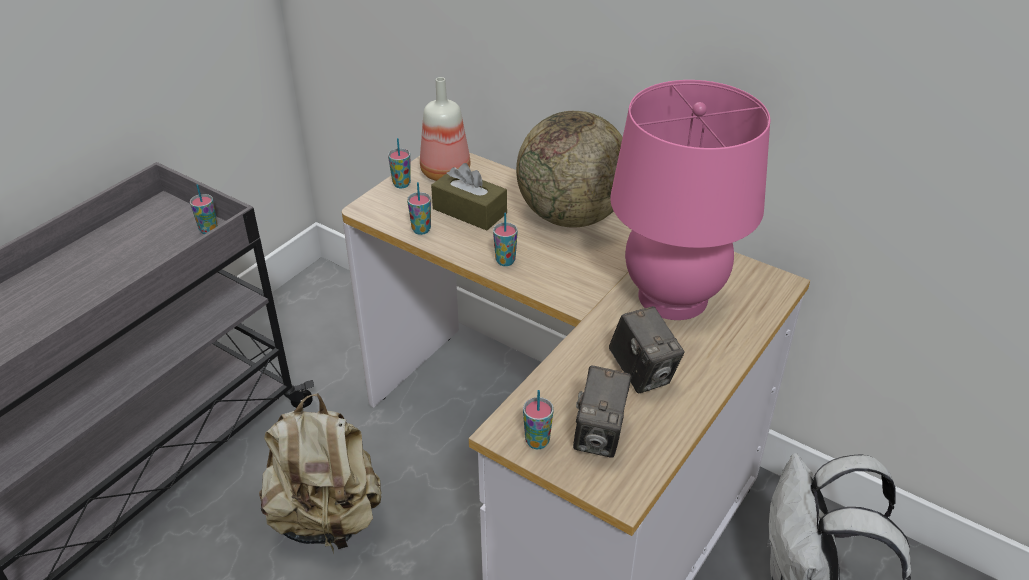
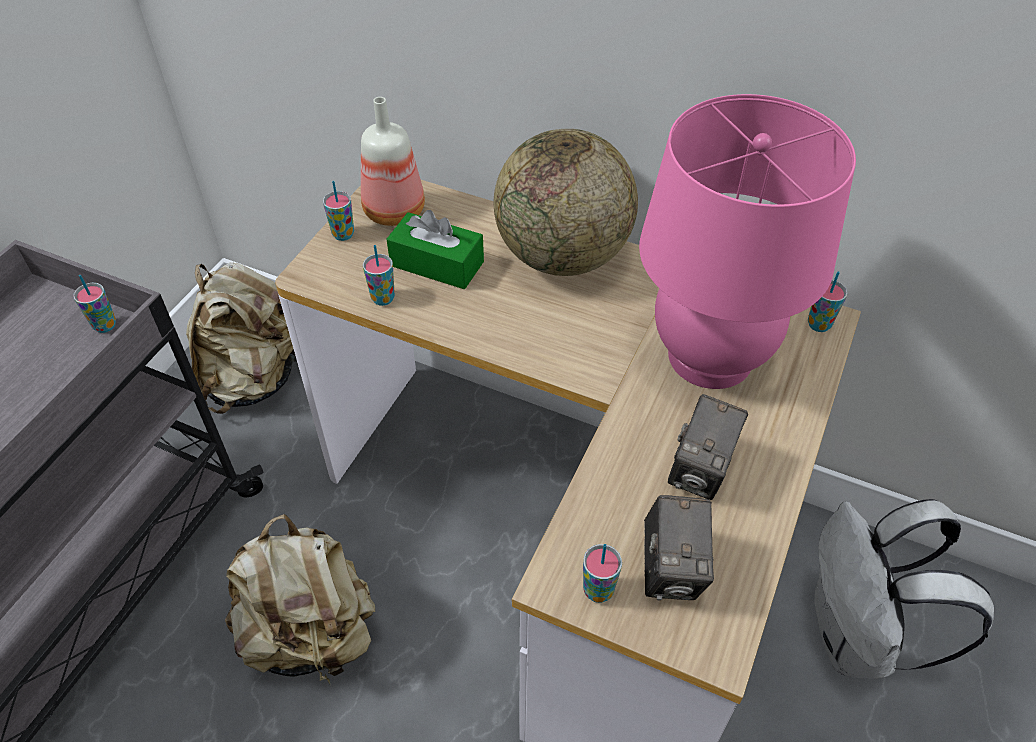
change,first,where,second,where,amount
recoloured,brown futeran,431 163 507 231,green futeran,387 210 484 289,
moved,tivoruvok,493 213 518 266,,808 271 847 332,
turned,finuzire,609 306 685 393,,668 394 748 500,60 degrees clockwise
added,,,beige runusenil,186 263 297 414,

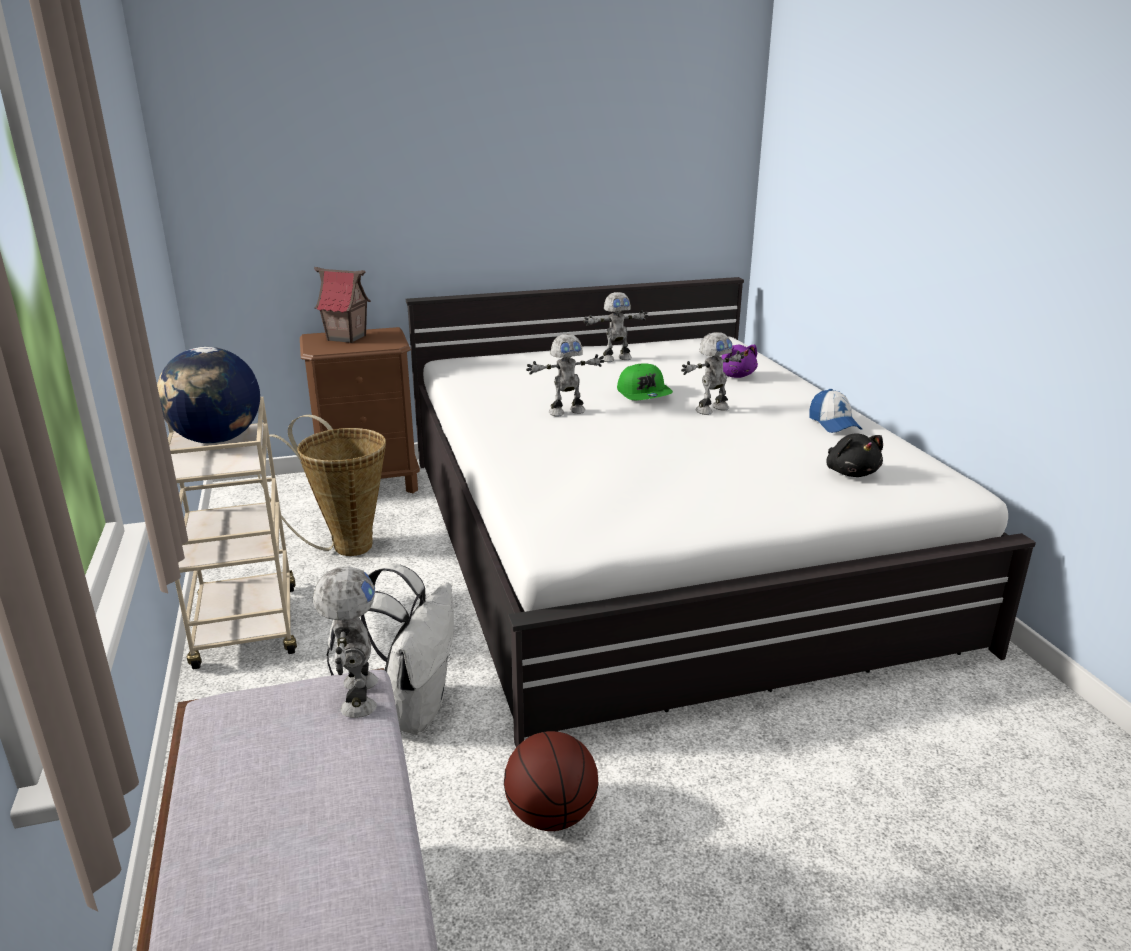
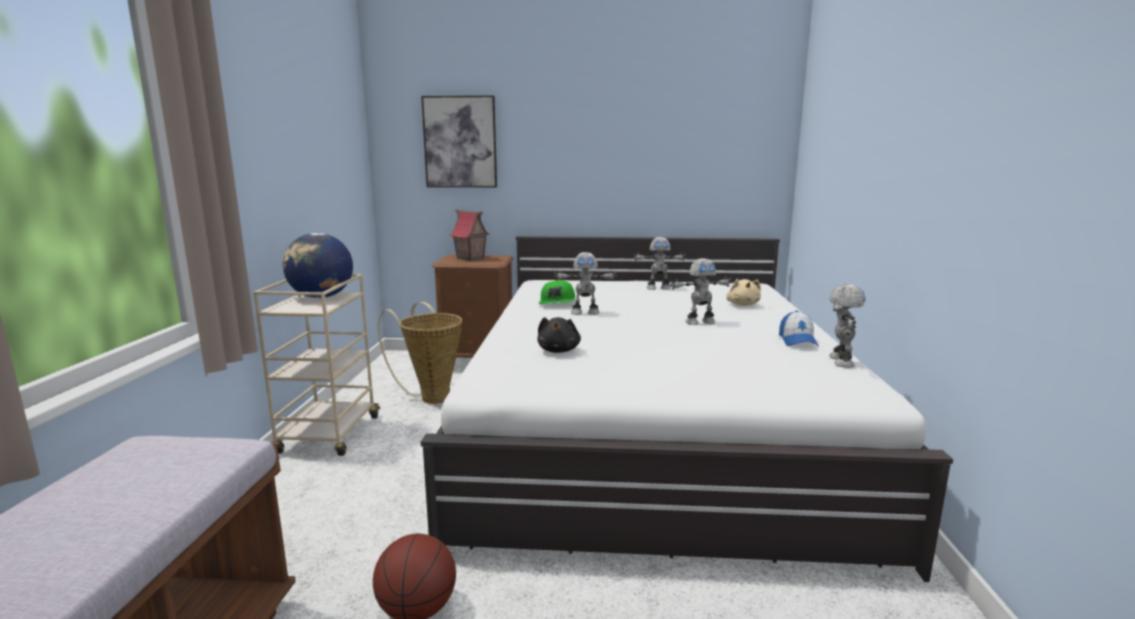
change,first,where,second,where,amount
moved,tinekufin,313 566 378 718,,829 284 866 368,
removed,white runusenil,327 563 454 735,,,
moved,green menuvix,617 363 673 400,,539 280 575 304,
recoloured,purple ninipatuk,721 345 758 378,beige ninipatuk,726 279 761 306,
moved,black ninipatuk,826 433 883 477,,537 317 581 353,
added,,,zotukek,421 95 497 187,

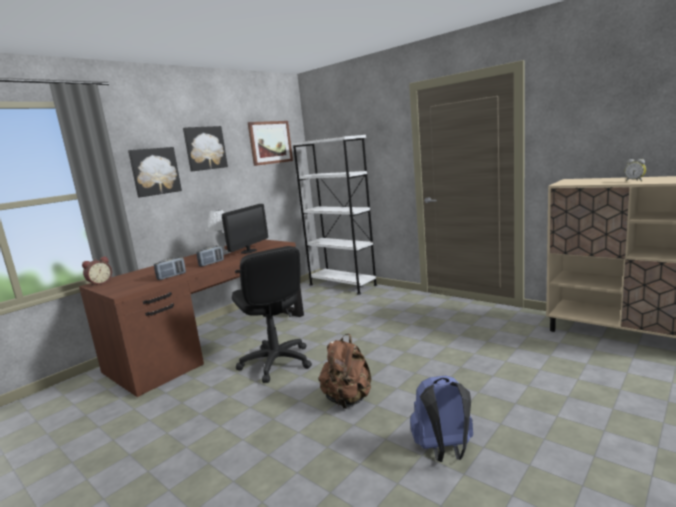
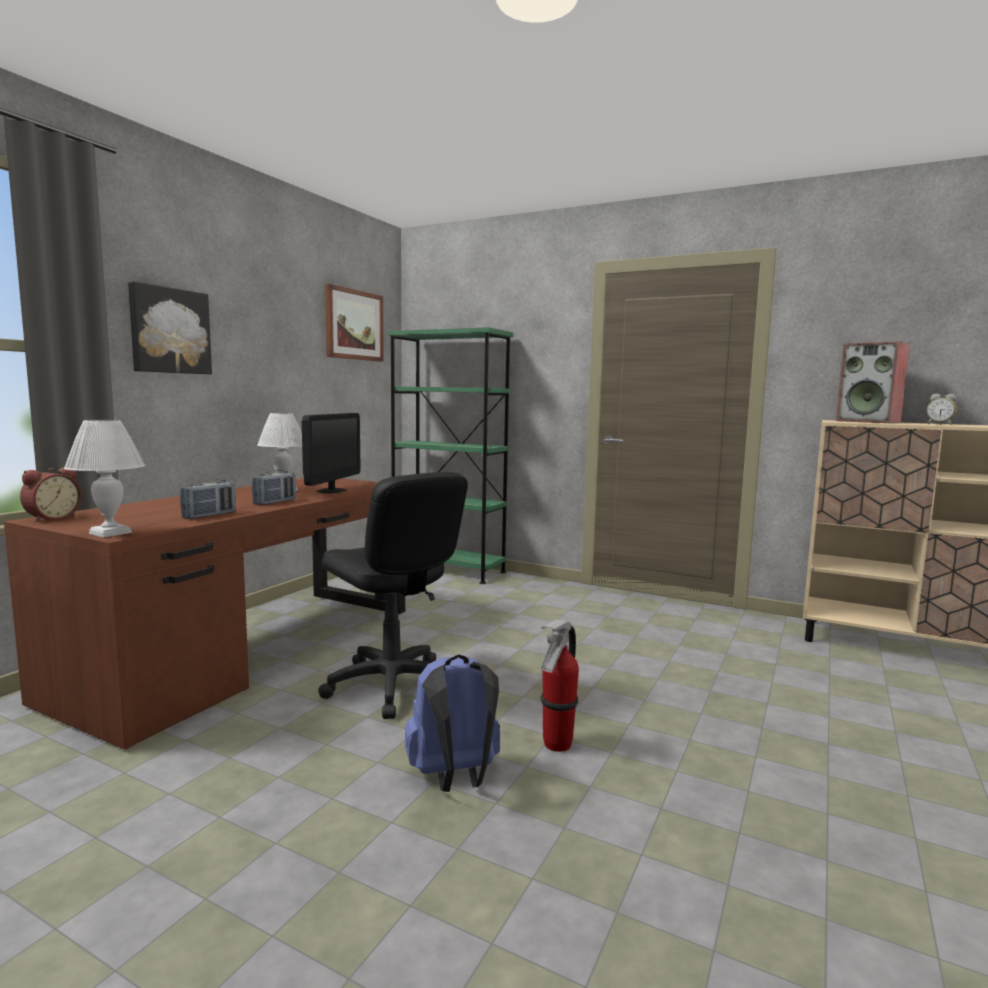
change,first,where,second,where,amount
removed,zotukek,183 126 228 171,,,
recoloured,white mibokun,291 135 377 295,green mibokun,387 327 513 584,
replaced,brown runusenil,319 334 371 408,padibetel,541 620 579 752,
moved,blue runusenil,410 376 473 462,,405 655 500 792,
added,,,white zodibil,64 420 145 538,
added,,,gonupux,836 341 910 423,

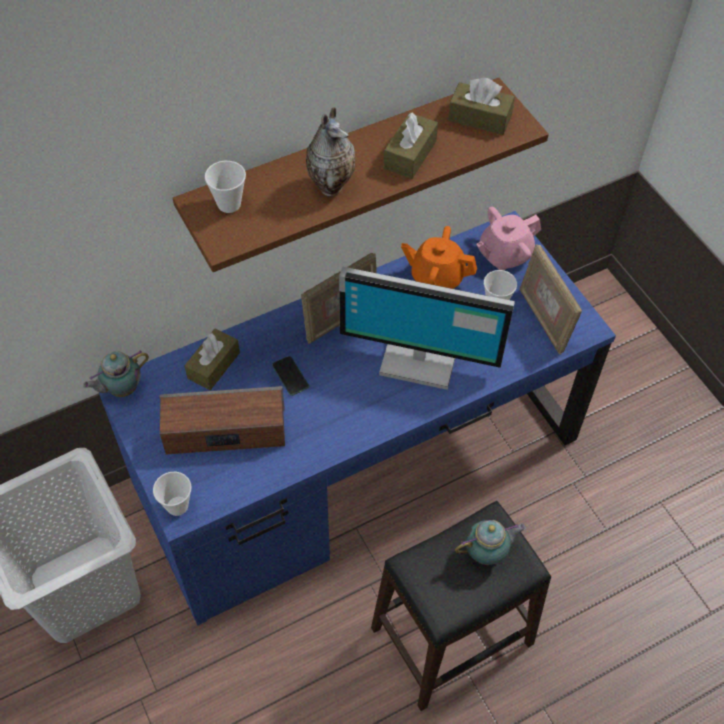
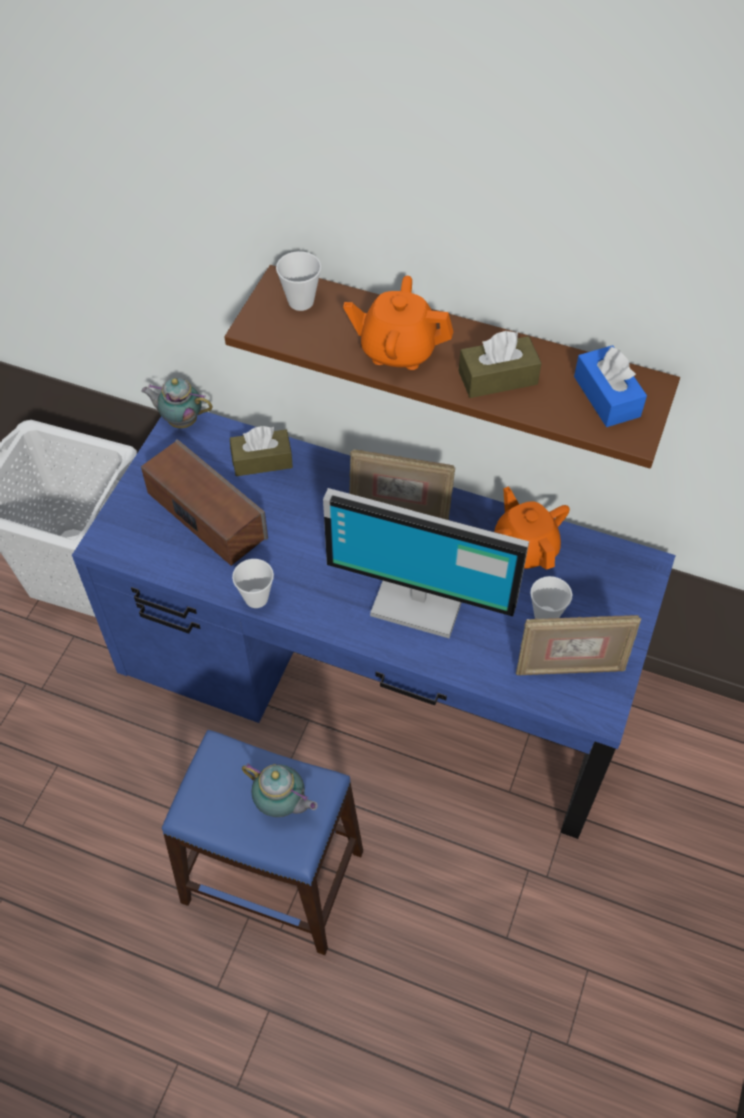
change,first,where,second,where,amount
moved,tivoruvok,153 472 192 516,,232 559 274 608,
removed,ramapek,272 356 309 396,,,
replaced,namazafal,306 107 355 196,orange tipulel,343 276 453 370,
turned,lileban,339 266 515 390,,323 488 529 638,45 degrees counterclockwise
recoloured,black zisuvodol,371 501 551 711,blue zisuvodol,162 730 363 955,
recoloured,brown futeran,448 78 515 135,blue futeran,574 345 647 427,
removed,pink tipulel,476 207 541 270,,,
turned,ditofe,520 244 582 355,,516 615 641 675,120 degrees counterclockwise

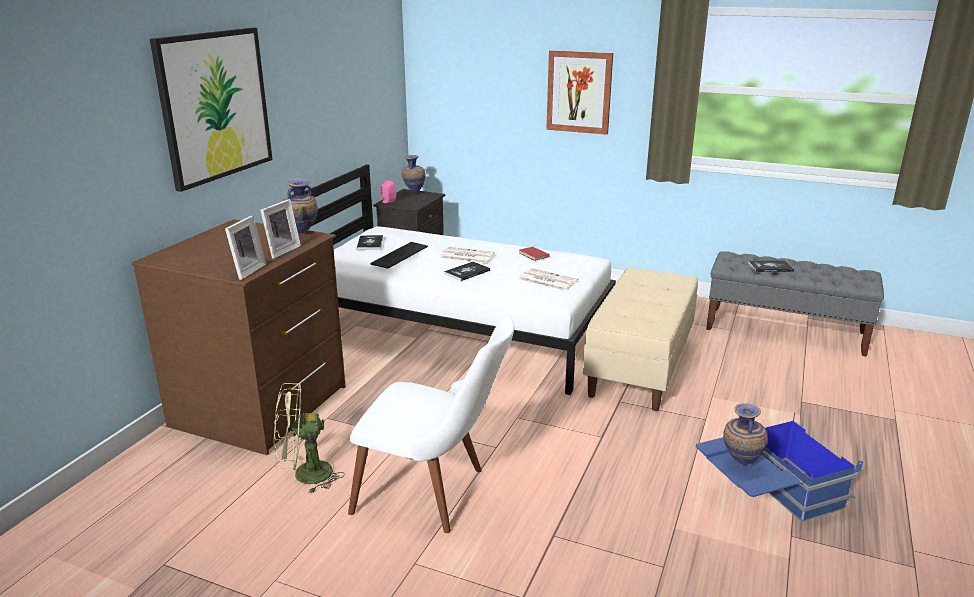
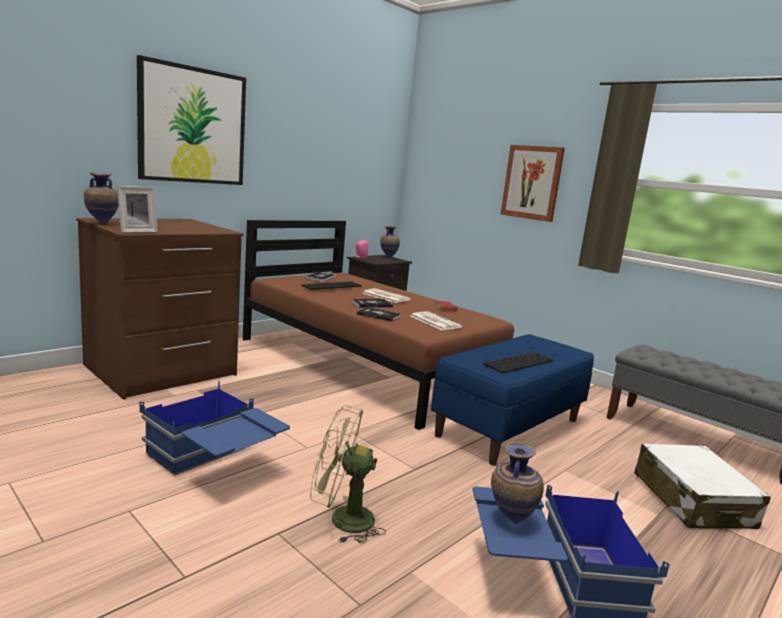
change,first,where,second,where,amount
removed,ditofe,260 199 301 259,,,
moved,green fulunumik,273 383 345 494,,310 405 386 543,
recoloured,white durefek,284 164 616 395,brown durefek,243 220 514 430,
moved,namazafal,284 178 318 234,,84 172 119 224,
replaced,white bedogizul,348 316 514 533,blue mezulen,140 381 290 475,
recoloured,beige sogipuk,583 267 698 411,blue sogipuk,431 334 594 465,
moved,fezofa,748 260 794 272,,356 307 401 322,
added,,,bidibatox,483 352 554 373,
added,,,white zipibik,634 444 771 529,

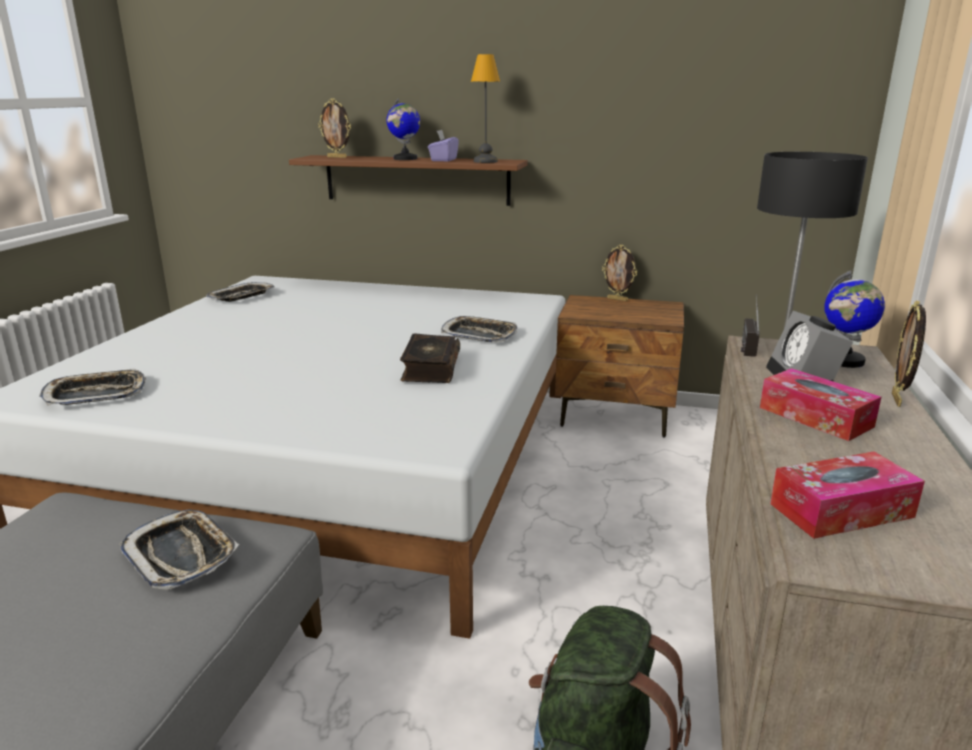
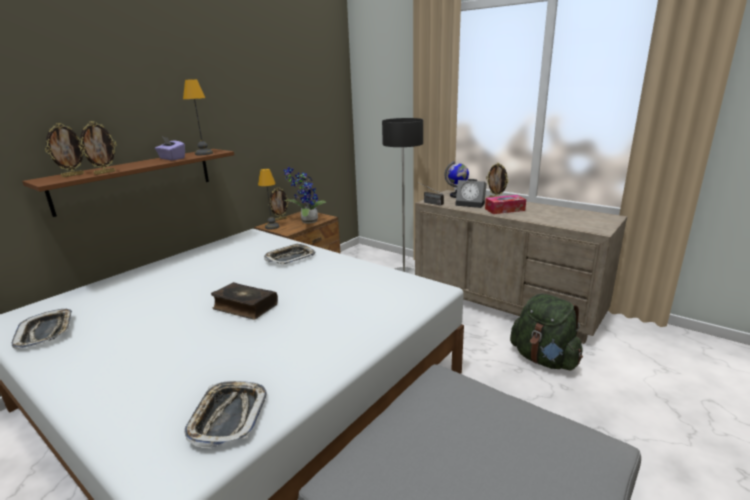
change,first,where,second,where,amount
removed,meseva,119 510 239 590,,,
removed,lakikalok,387 99 420 160,,,
moved,fezofa,400 334 460 383,,211 282 278 320,
removed,futeran,770 452 925 539,,,
added,,,ditofe,79 121 117 175,
added,,,zodibil,258 169 280 230,
added,,,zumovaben,283 167 326 224,

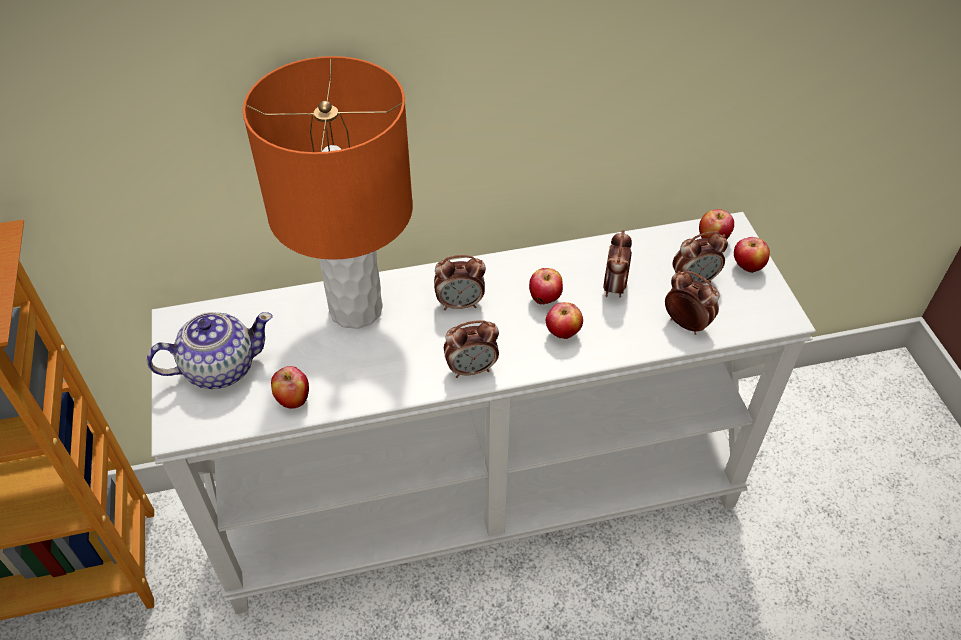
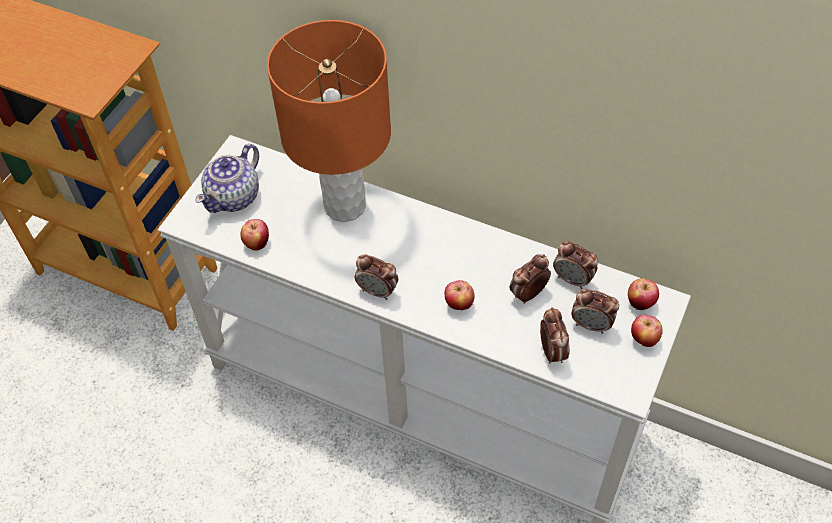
change,first,where,second,where,amount
turned,tipulel,147 312 273 389,,196 144 259 213,105 degrees clockwise
moved,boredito,434 255 486 310,,553 241 598 289,
removed,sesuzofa,529 268 563 305,,,

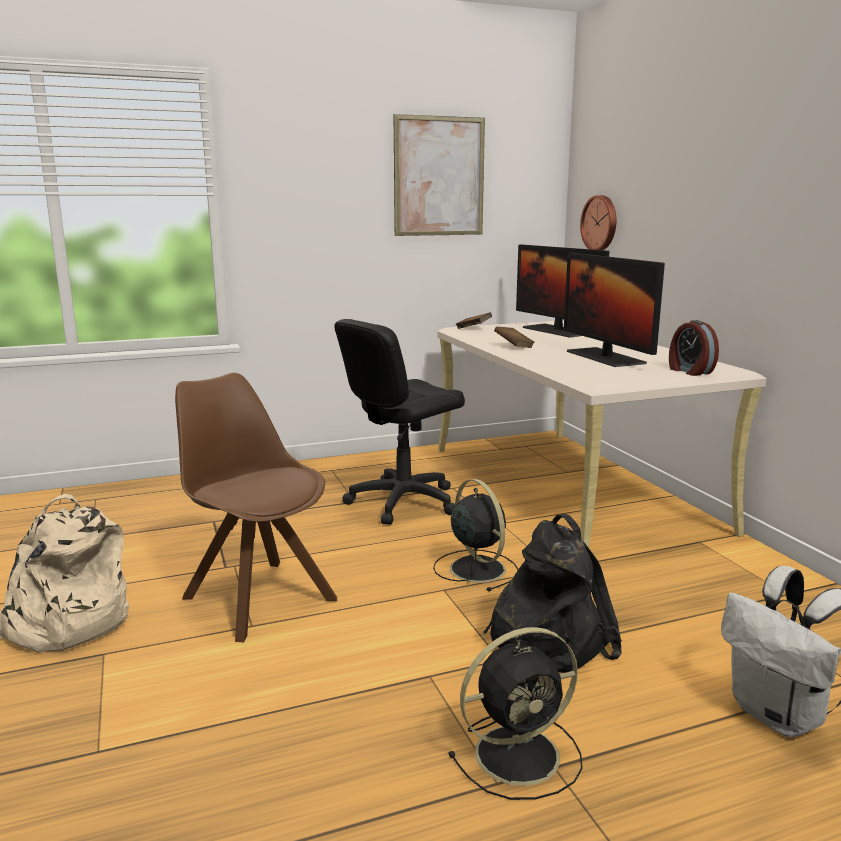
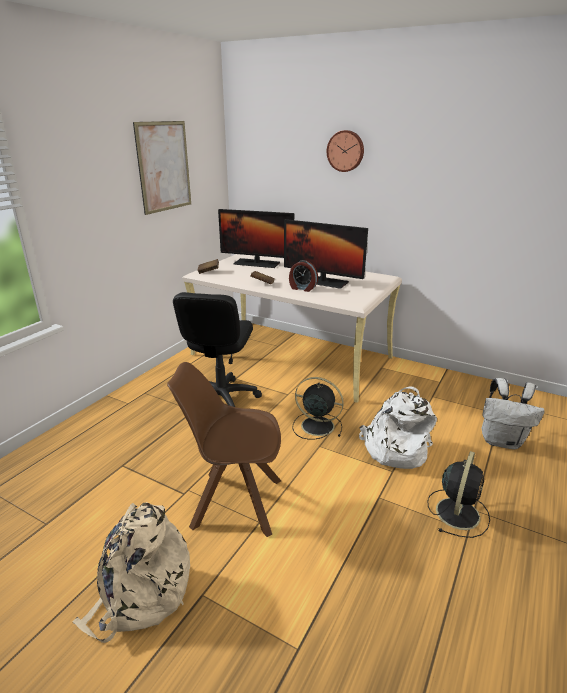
change,first,where,second,where,amount
recoloured,black runusenil,483 514 622 673,white runusenil,359 387 437 469,
moved,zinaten,580 195 616 250,,327 130 364 172,
moved,boredito,669 320 719 376,,289 260 318 292,

